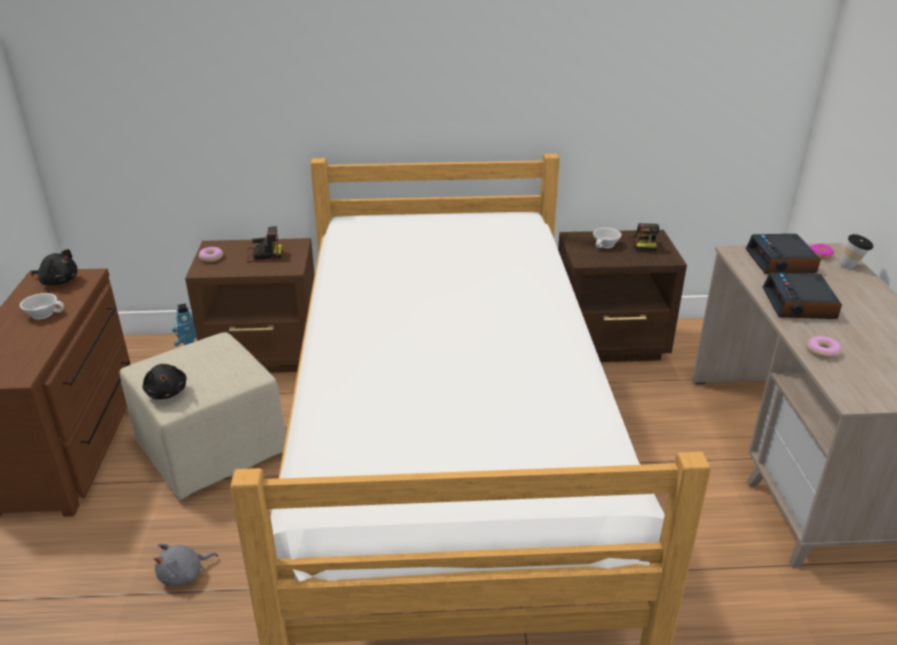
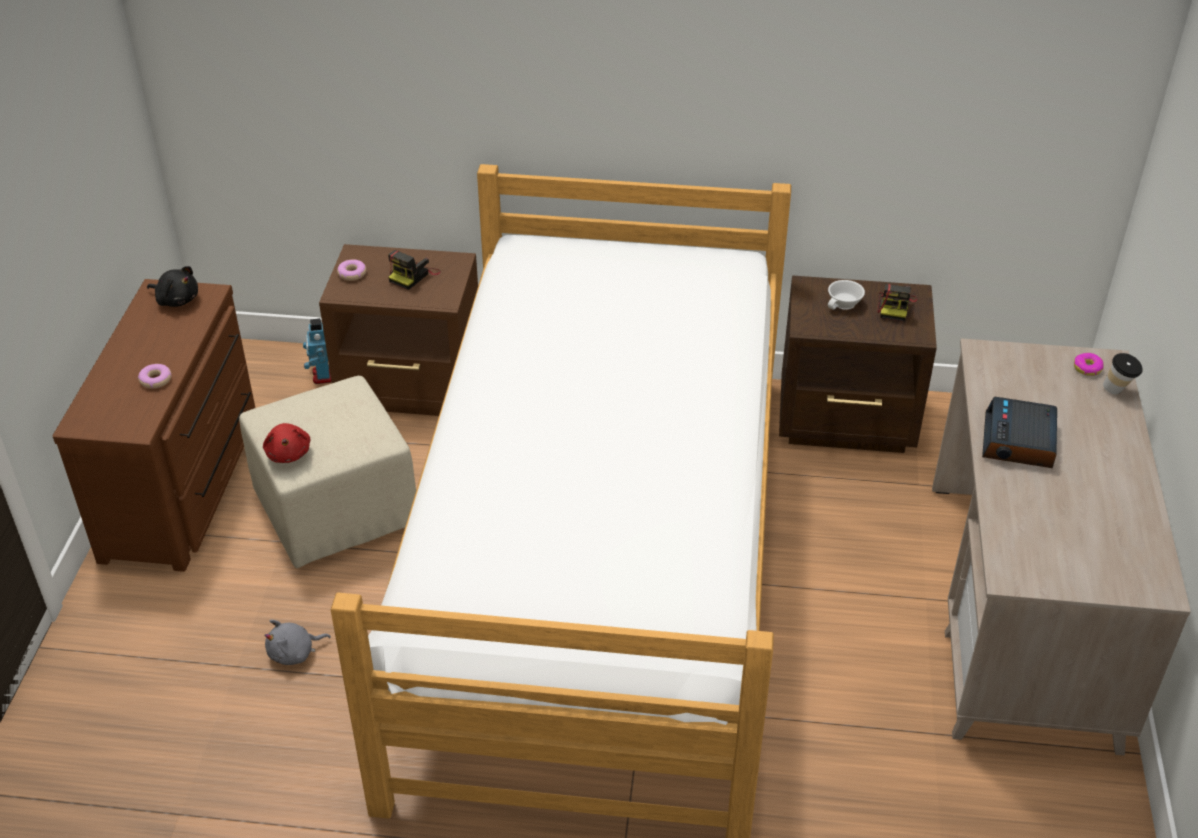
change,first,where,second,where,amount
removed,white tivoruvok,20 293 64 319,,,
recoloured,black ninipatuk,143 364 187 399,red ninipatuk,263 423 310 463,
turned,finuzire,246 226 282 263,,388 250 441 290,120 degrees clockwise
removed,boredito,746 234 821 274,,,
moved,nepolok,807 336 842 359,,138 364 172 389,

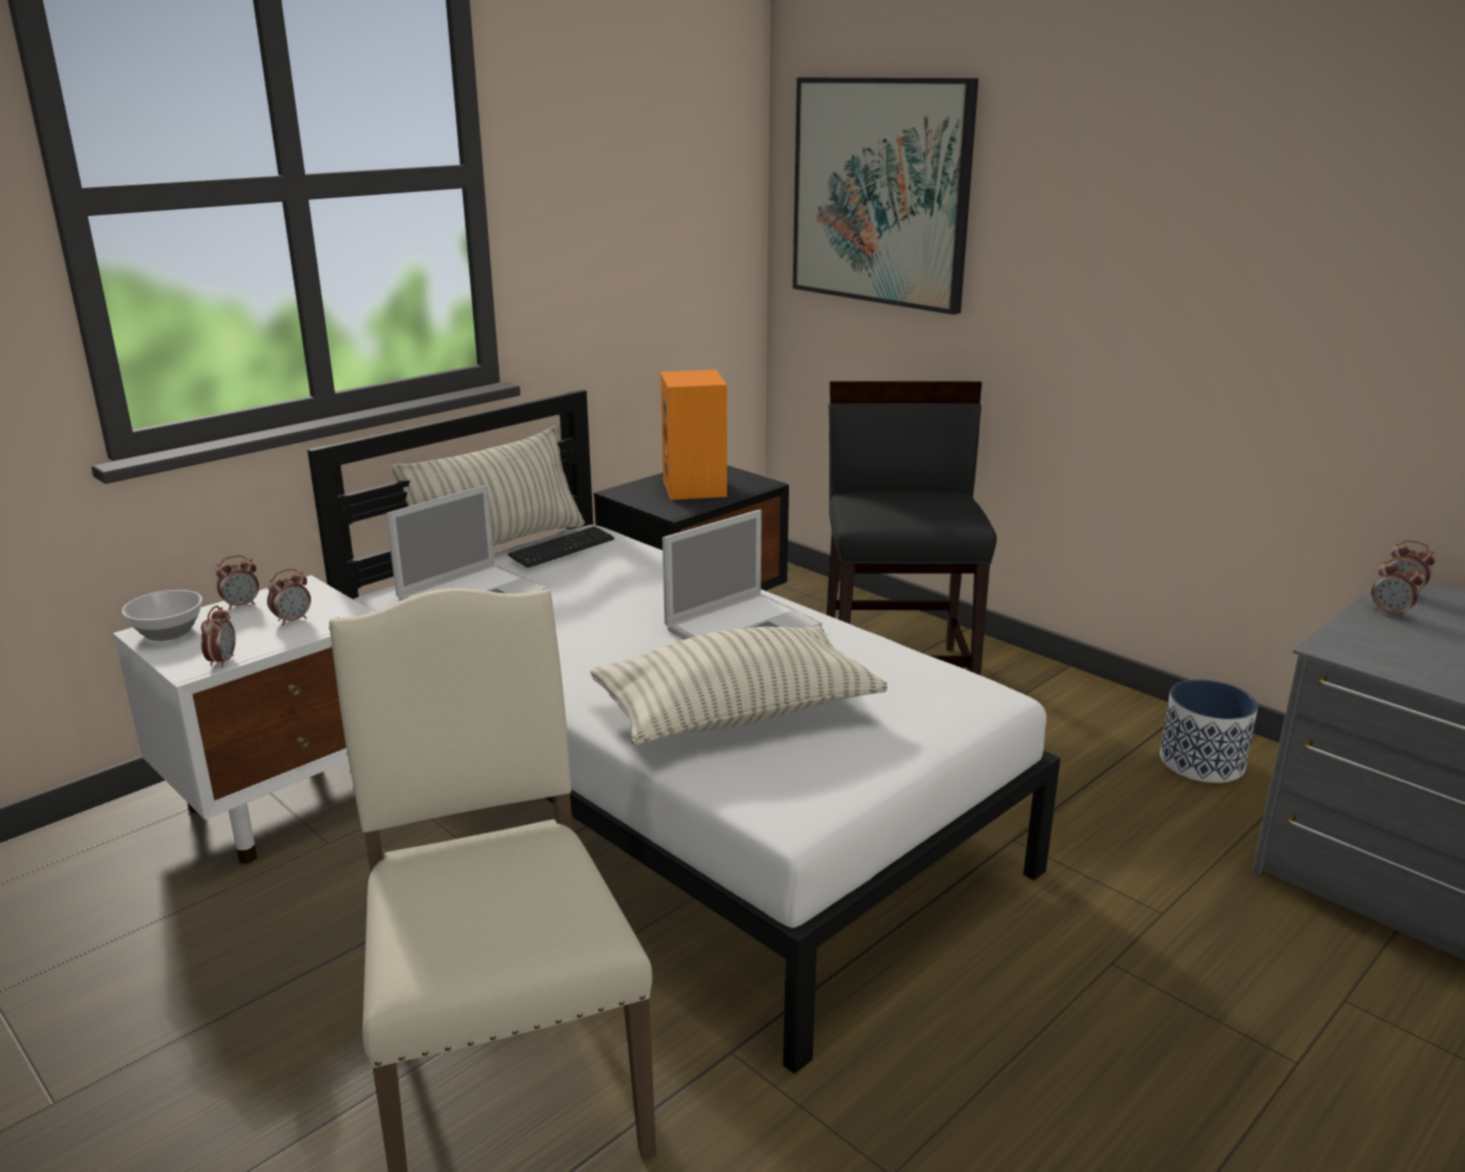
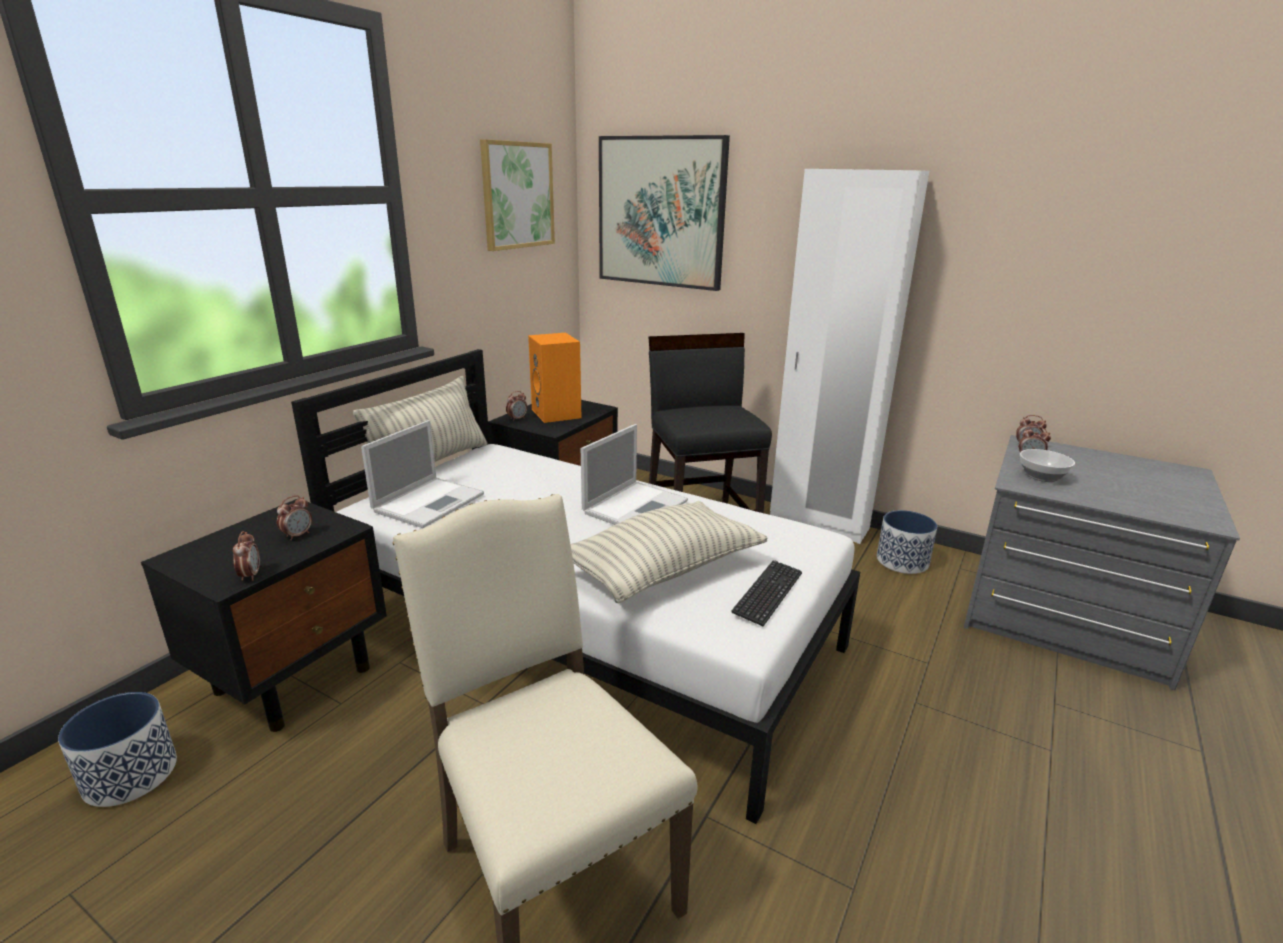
change,first,where,second,where,amount
recoloured,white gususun,113 575 373 864,black gususun,141 498 387 732,
moved,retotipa,122 590 202 641,,1020 449 1075 482,
moved,boredito,215 555 259 610,,506 391 527 421,
moved,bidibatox,507 526 614 568,,731 561 802 626,
added,,,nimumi,58 692 177 807,
added,,,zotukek,480 139 555 251,
added,,,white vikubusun,770 169 929 544,

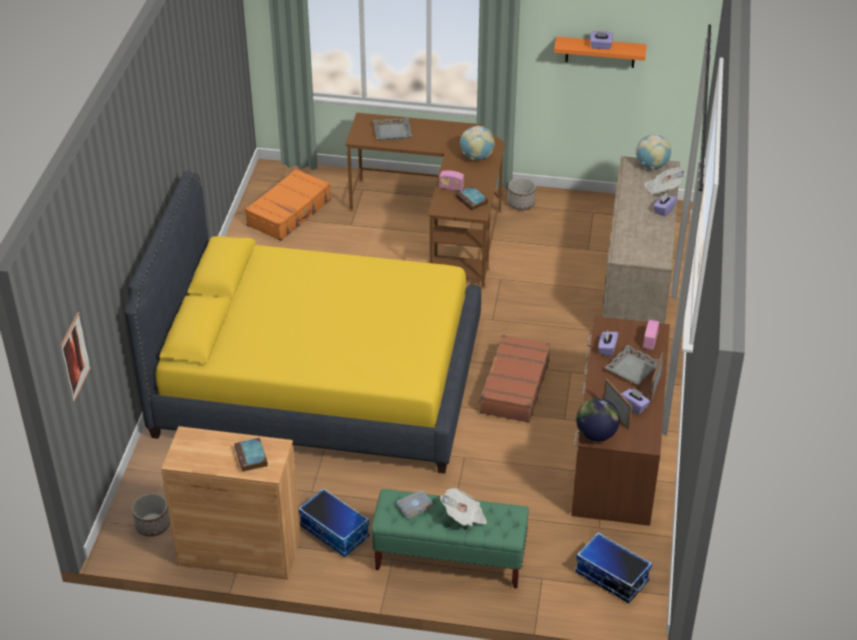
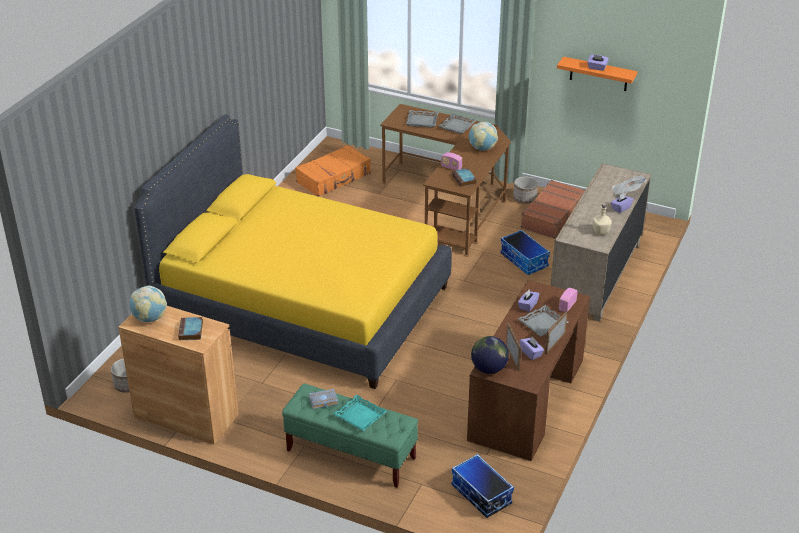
change,first,where,second,where,amount
removed,zotukek,60 312 91 402,,,
moved,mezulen,298 488 370 557,,500 230 550 275,
replaced,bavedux,440 488 487 526,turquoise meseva,333 394 387 431,
moved,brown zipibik,478 335 550 423,,521 180 585 239,
moved,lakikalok,635 134 671 169,,129 285 167 322,
added,,,grey meseva,439 113 476 134,
added,,,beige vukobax,593 204 612 235,

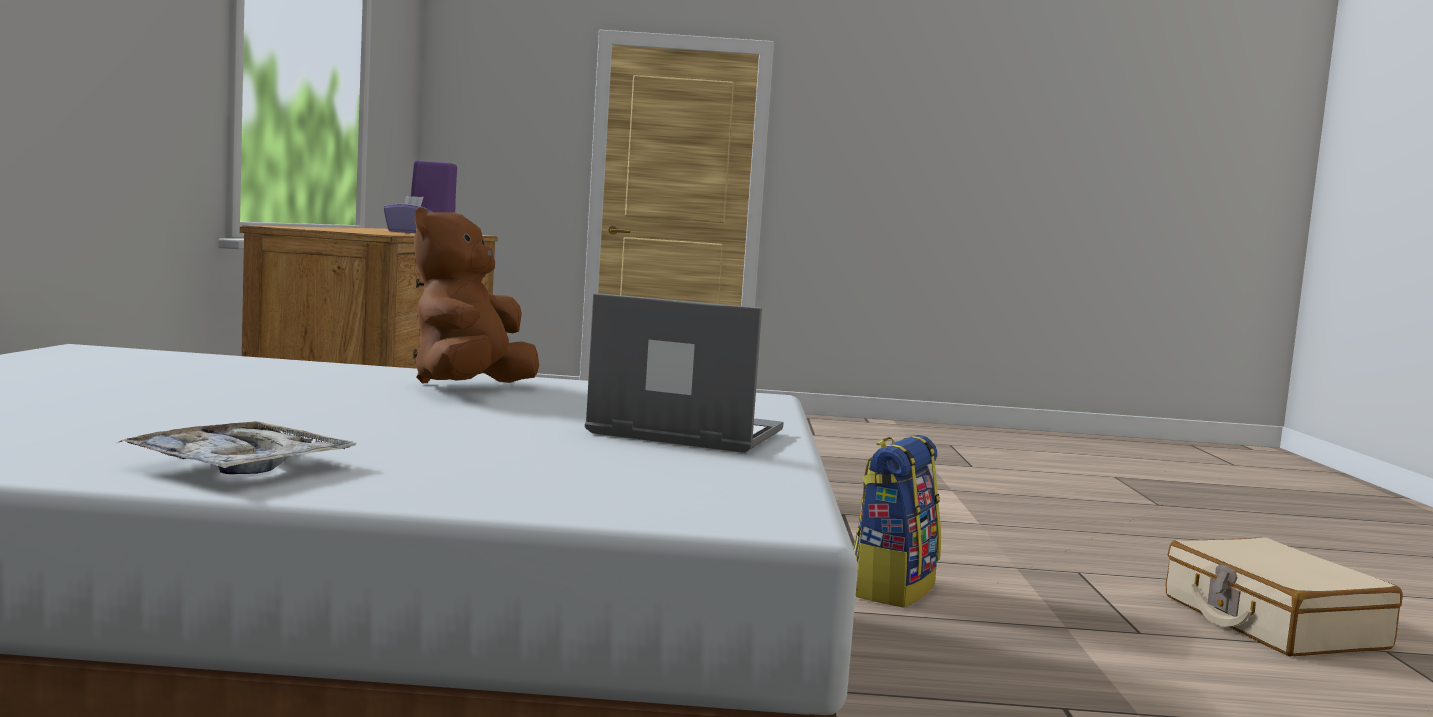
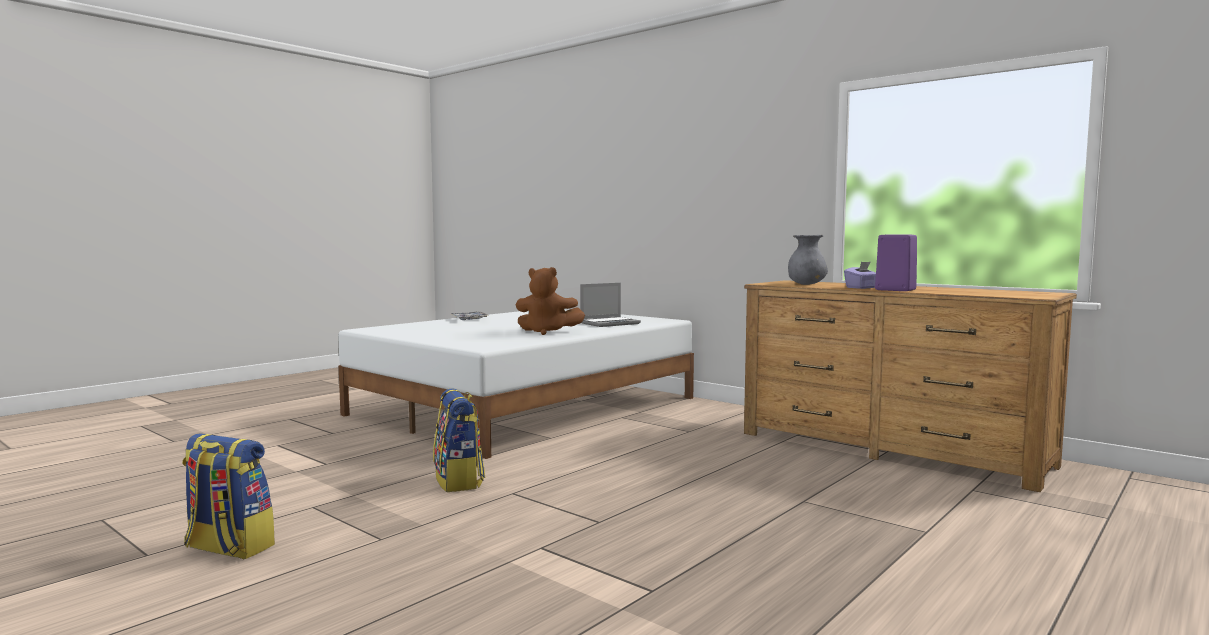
change,first,where,second,where,amount
turned,brown ninipatuk,414 207 539 384,,516 267 585 335,135 degrees clockwise
moved,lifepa,585 293 784 453,,580 283 641 327,
replaced,beige zipibik,1166 538 1402 656,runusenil,182 433 275 559,
added,,,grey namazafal,788 235 828 285,

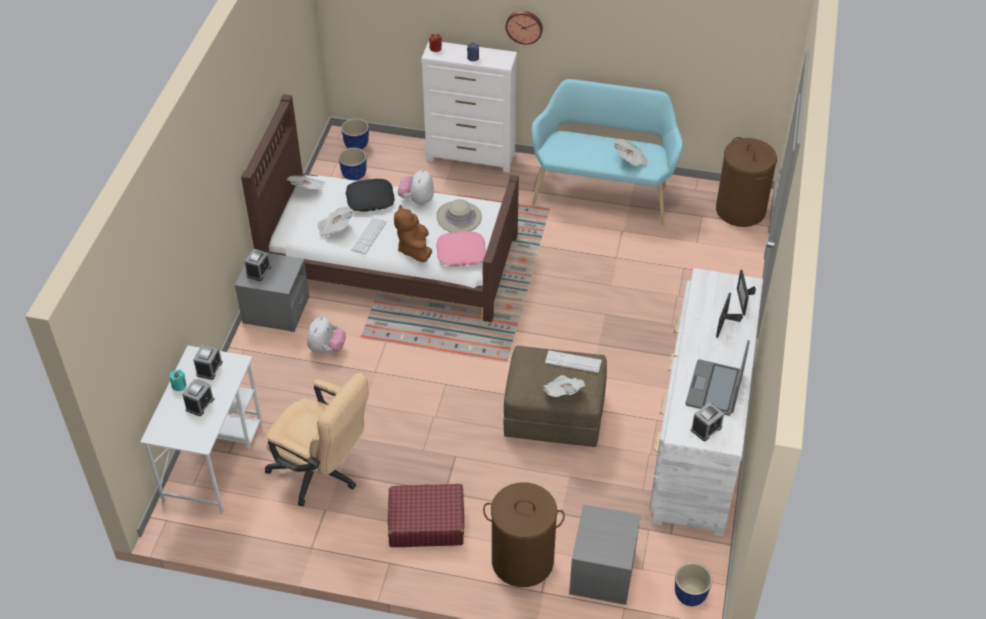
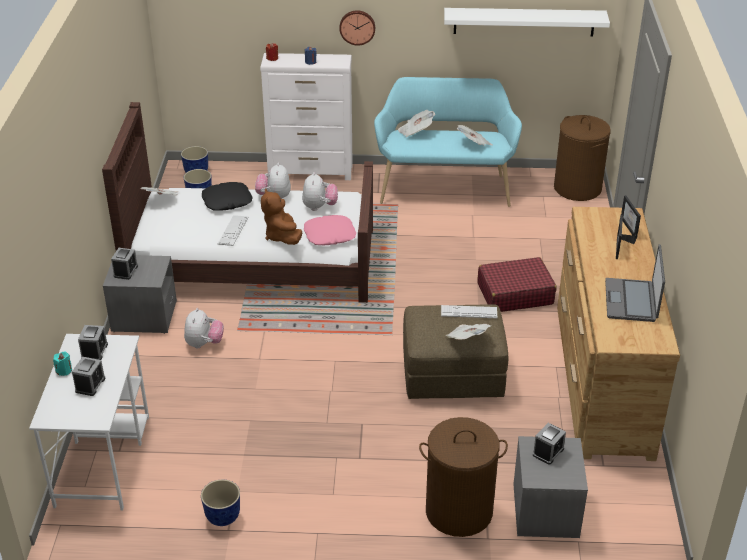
change,first,where,second,where,amount
removed,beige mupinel,264 373 369 506,,,
moved,bavedux,317 206 354 237,,398 110 435 137,
moved,red zipibik,388 484 464 547,,477 257 556 312,
replaced,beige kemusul,436 199 482 233,ninipatuk,302 172 338 211,
recoloured,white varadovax,649 268 763 536,brown varadovax,557 207 680 461,
moved,nimumi,675 563 712 606,,201 480 240 526,
moved,boredito,691 402 724 441,,533 423 566 465,
added,,,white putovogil,444 8 610 36,

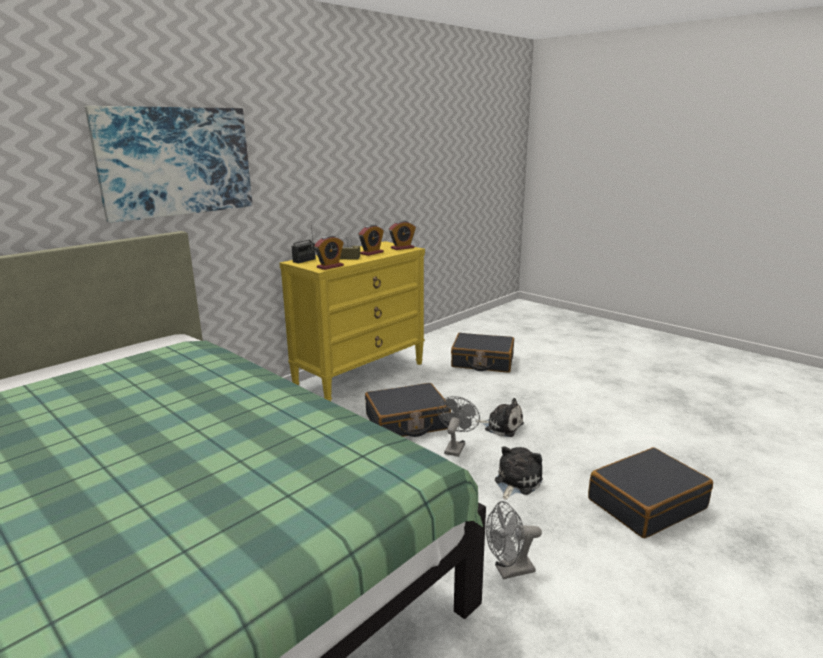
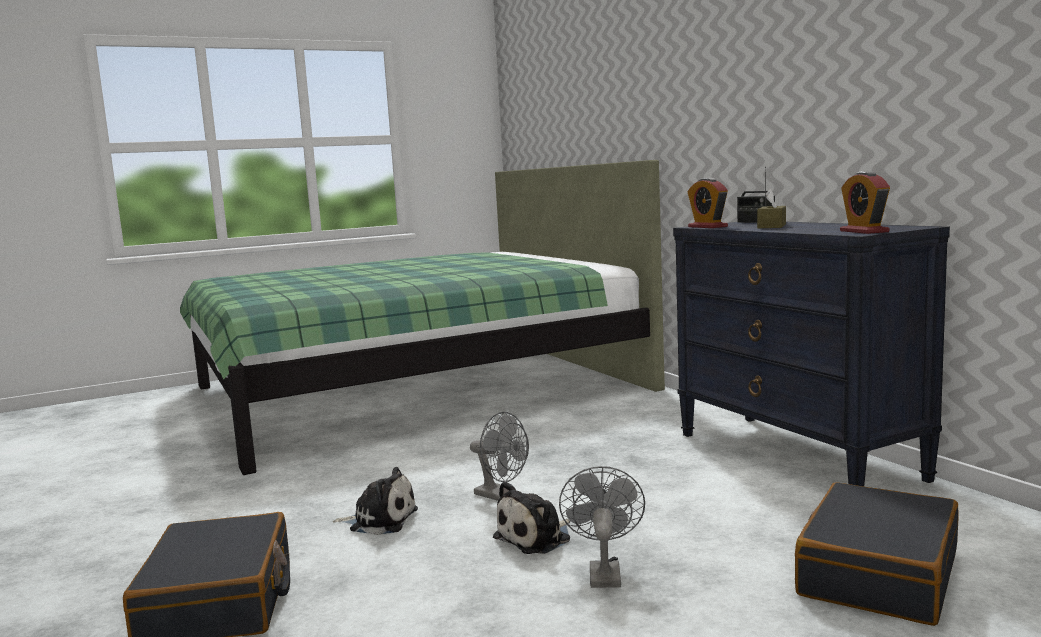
change,first,where,second,where,amount
removed,zotukek,85 106 253 223,,,
recoloured,yellow varadovax,280 241 425 401,black varadovax,673 222 950 487,
removed,boredito,359 225 384 256,,,
removed,black zipibik,365 383 451 437,,,
moved,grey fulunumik,486 501 542 579,,559 466 645 588,
turned,ninipatuk,495 446 543 500,,333 467 418 535,45 degrees counterclockwise

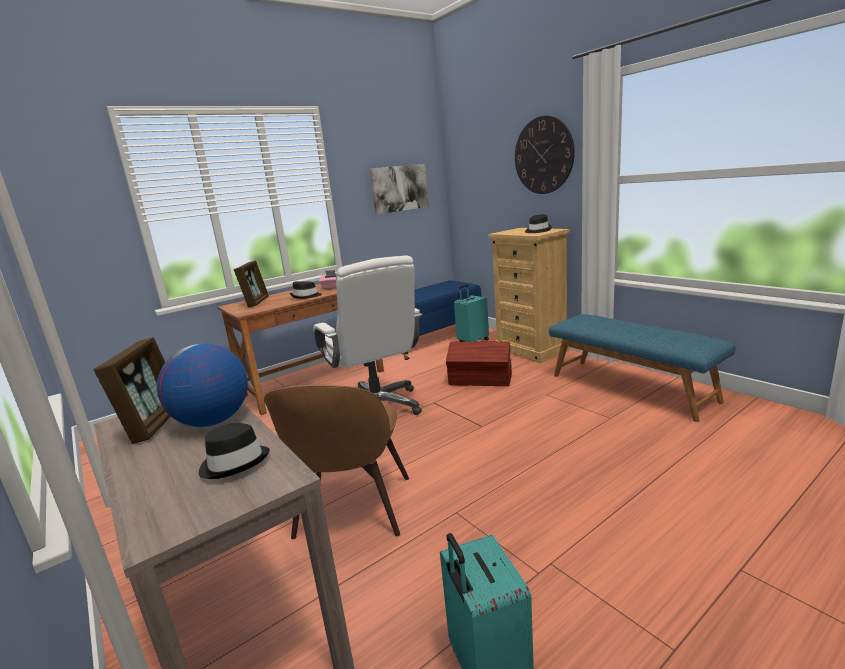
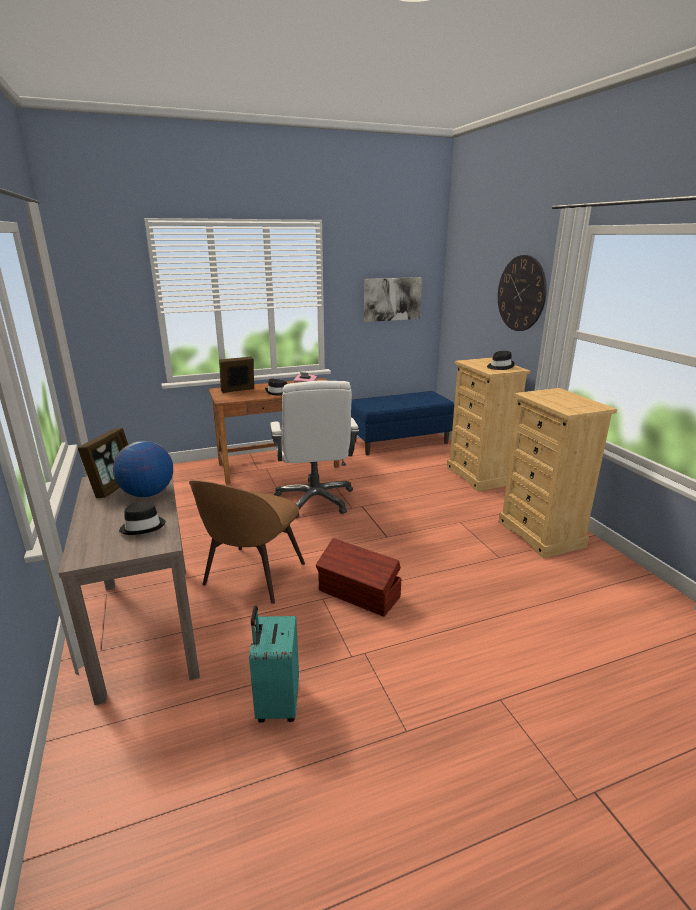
change,first,where,second,where,amount
turned,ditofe,234 260 269 308,,219 356 254 393,135 degrees counterclockwise
moved,brown mezulen,446 342 512 386,,316 538 402 617,
removed,turquoise zipibik,454 285 489 342,,,
replaced,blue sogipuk,549 314 736 422,beige varadovax,499 388 617 558,

